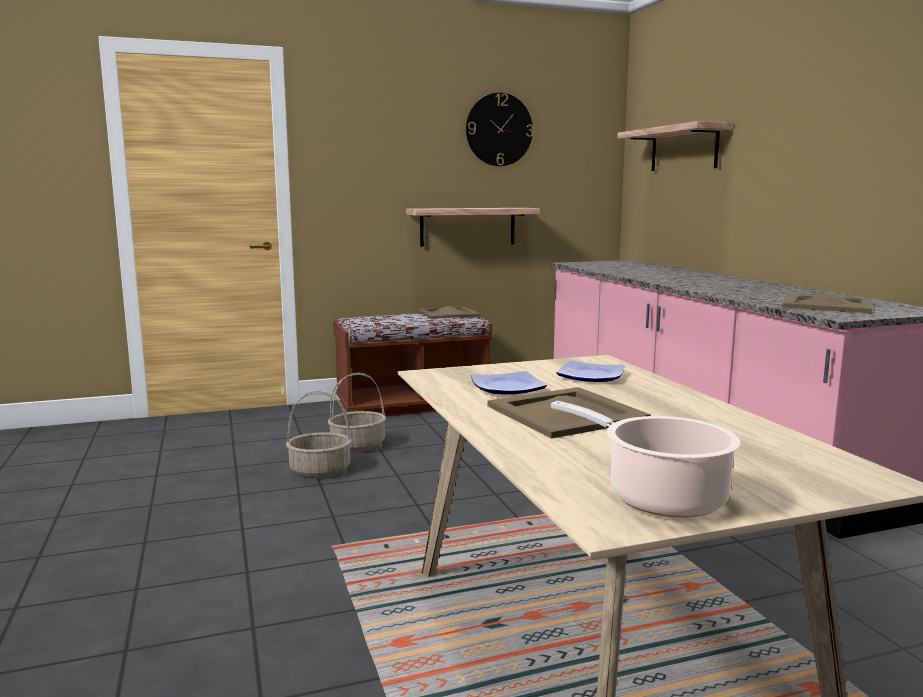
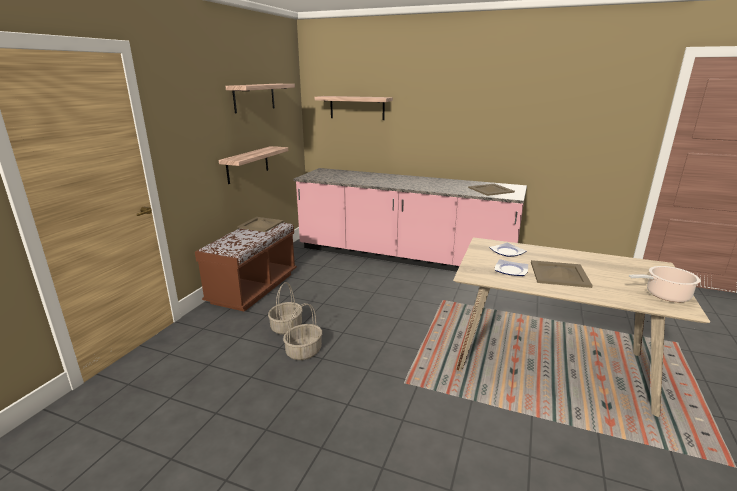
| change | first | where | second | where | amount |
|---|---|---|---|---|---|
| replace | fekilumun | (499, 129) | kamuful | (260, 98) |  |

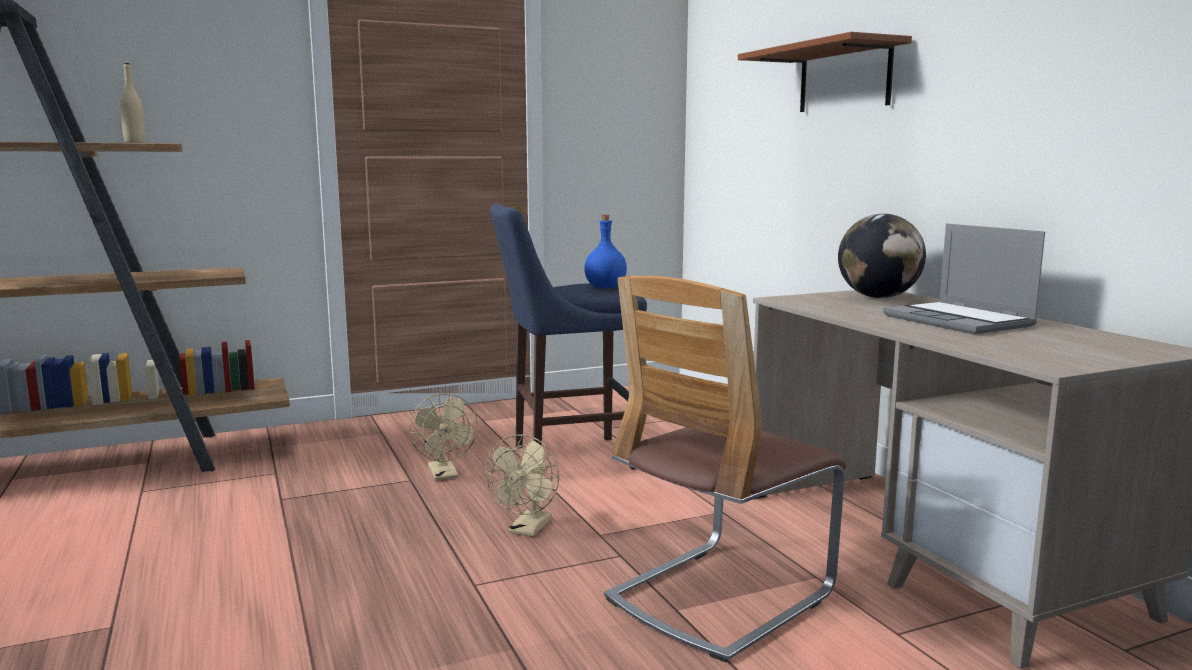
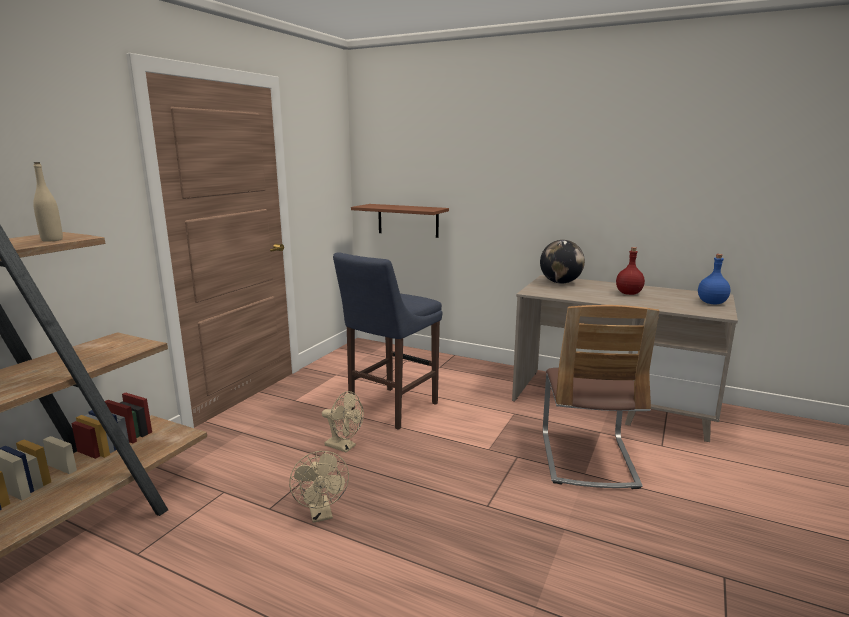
| change | first | where | second | where | amount |
|---|---|---|---|---|---|
| move | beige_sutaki | (522, 485) |  | (319, 487) |  |
| move | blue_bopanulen | (605, 251) |  | (714, 279) |  |
| move | brown_kamuful | (825, 72) |  | (400, 221) |  |
| replace | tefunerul | (964, 279) | red_bopanulen | (630, 271) |  |

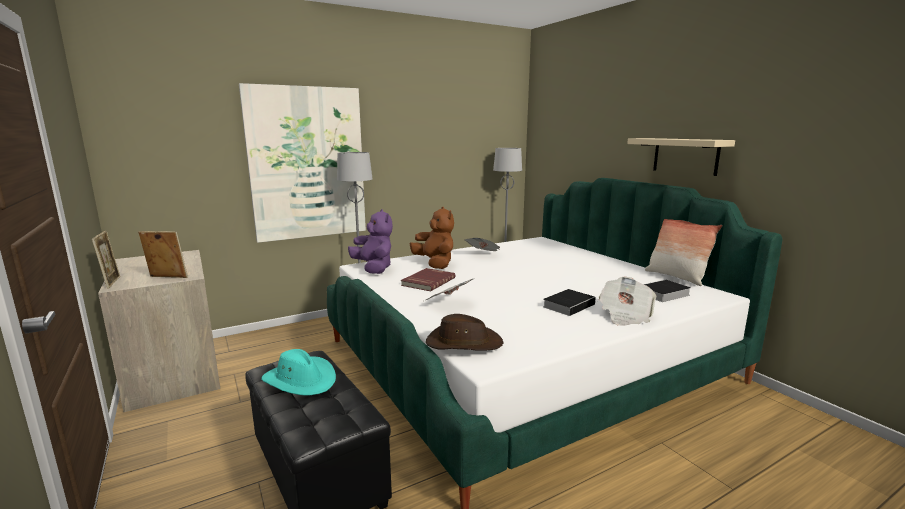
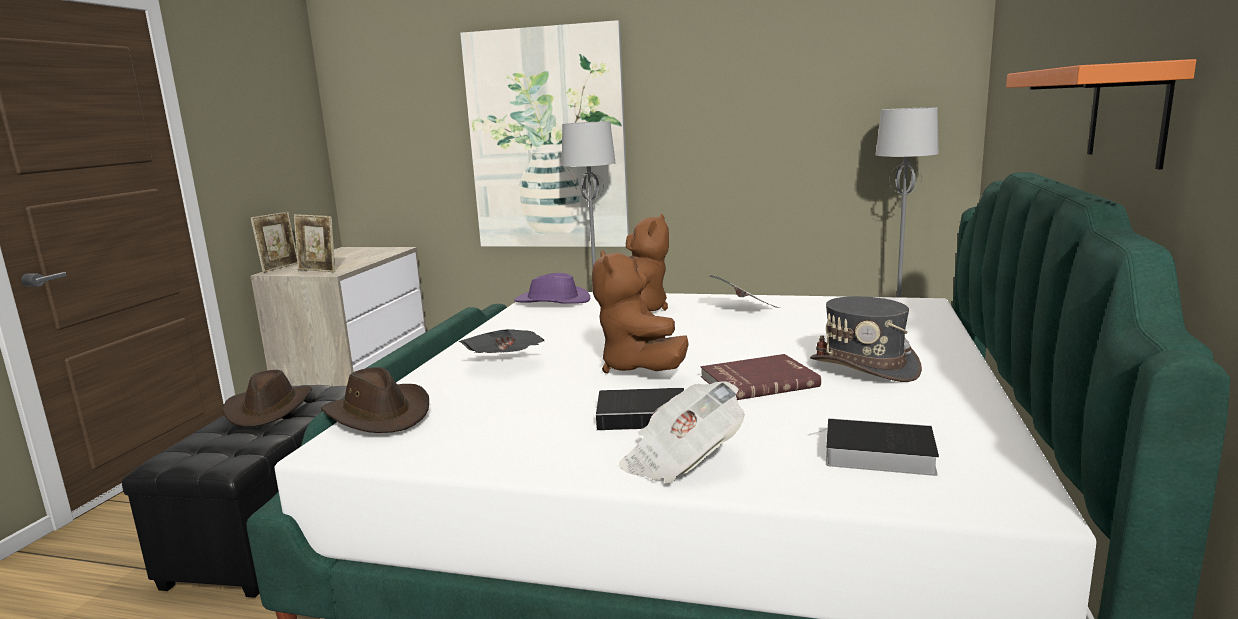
| change | first | where | second | where | amount |
|---|---|---|---|---|---|
| rotate | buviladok | (163, 254) |  | (314, 243) | 150 degrees clockwise |
| recolor | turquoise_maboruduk | (298, 372) | brown_maboruduk | (267, 398) |  |
| replace | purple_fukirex | (370, 241) | purple_maboruduk | (552, 288) |  |
| move | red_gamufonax | (428, 279) |  | (761, 377) |  |
| recolor | beige_kamuful | (681, 157) | orange_kamuful | (1101, 114) |  |
| delete | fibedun | (684, 252) |  |  |  |
| insert |  |  | brown_fukirex | (640, 311) |  |
| insert |  |  | grey_maboruduk | (866, 339) |  |

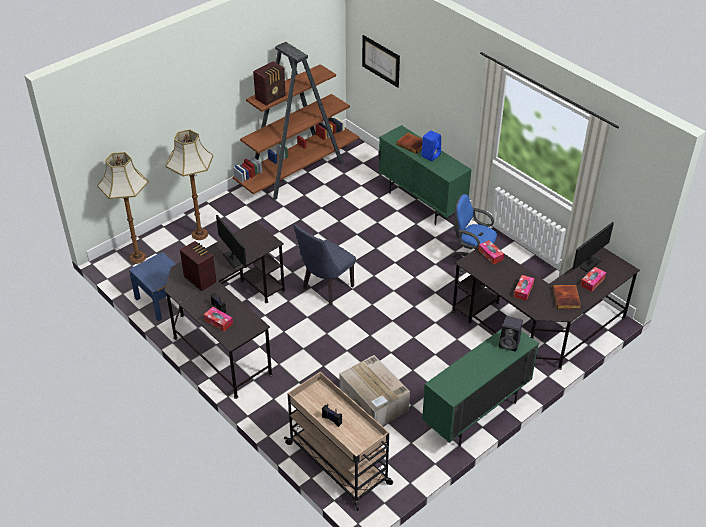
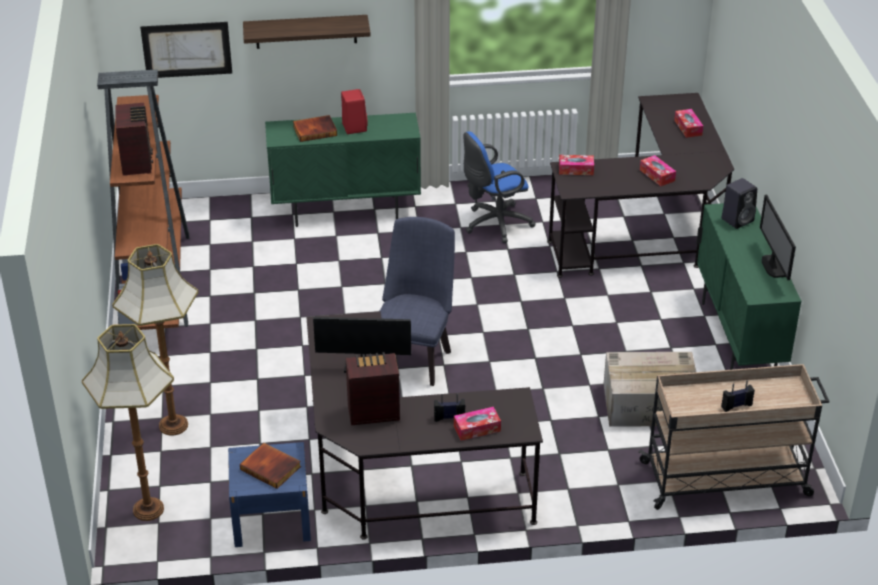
| change | first | where | second | where | amount |
|---|---|---|---|---|---|
| rotate | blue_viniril | (325, 264) |  | (417, 301) | 150 degrees counterclockwise |
| recolor | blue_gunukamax | (431, 145) | red_gunukamax | (354, 111) |  |
| move | gamufonax | (566, 297) |  | (270, 466) |  |
| move | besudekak | (593, 247) |  | (778, 237) |  |
| insert |  |  | kamuful | (307, 32) |  |

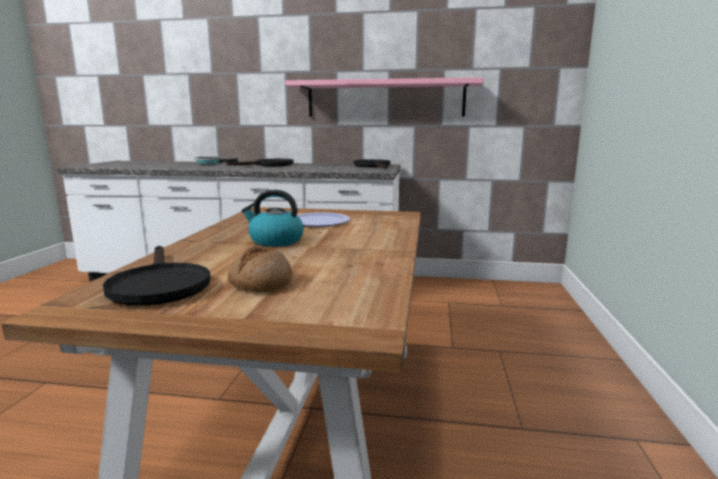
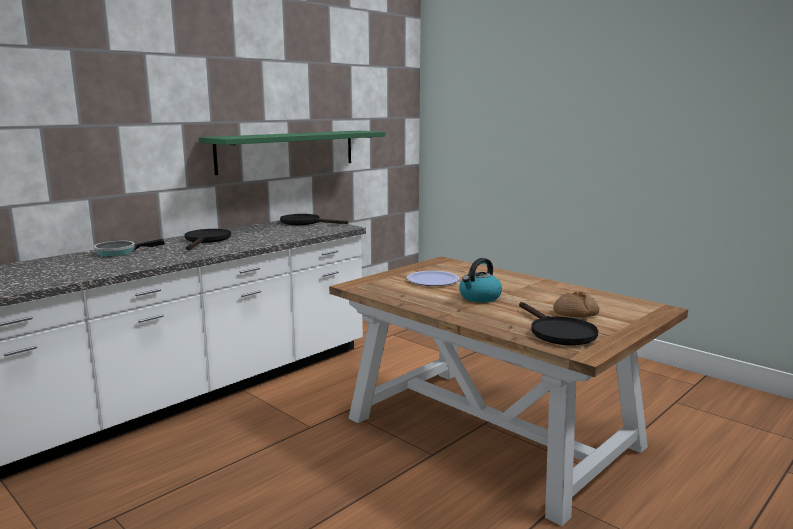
| change | first | where | second | where | amount |
|---|---|---|---|---|---|
| rotate | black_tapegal | (156, 276) |  | (558, 323) | 60 degrees clockwise |
| recolor | pink_kamuful | (384, 97) | green_kamuful | (292, 153) |  |

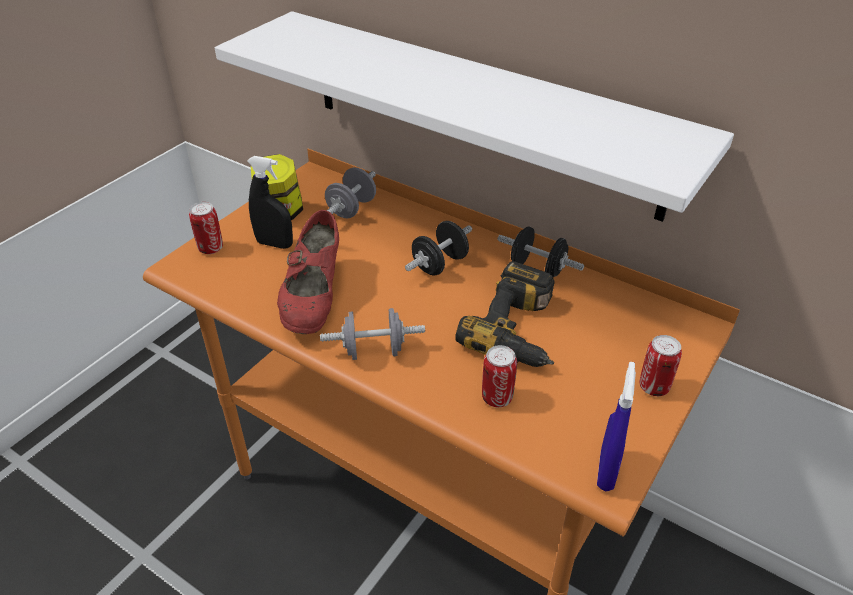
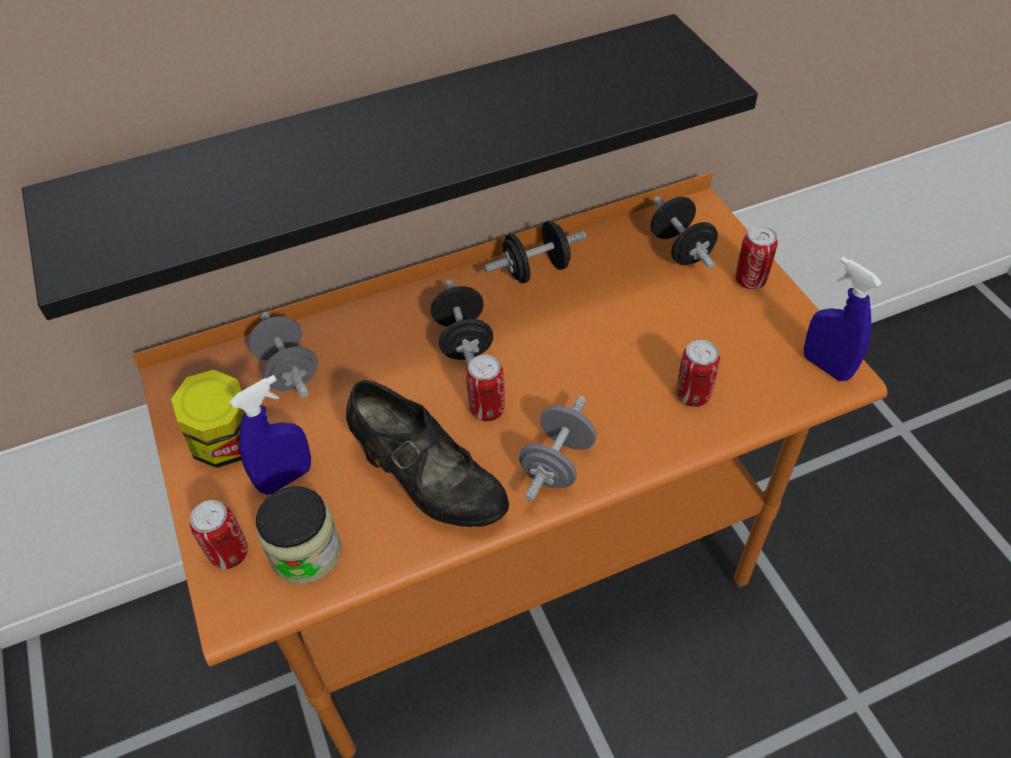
| change | first | where | second | where | amount |
|---|---|---|---|---|---|
| recolor | white_kamuful | (474, 116) | black_kamuful | (390, 167) |  |
| recolor | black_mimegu | (270, 202) | blue_mimegu | (270, 435) |  |
| recolor | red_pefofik | (308, 272) | black_pefofik | (427, 453) |  |
| delete | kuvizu | (505, 314) |  |  |  |
| insert |  |  | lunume | (298, 535) |  |
| insert |  |  | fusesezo | (485, 388) |  |
| insert |  |  | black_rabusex | (684, 232) |  |

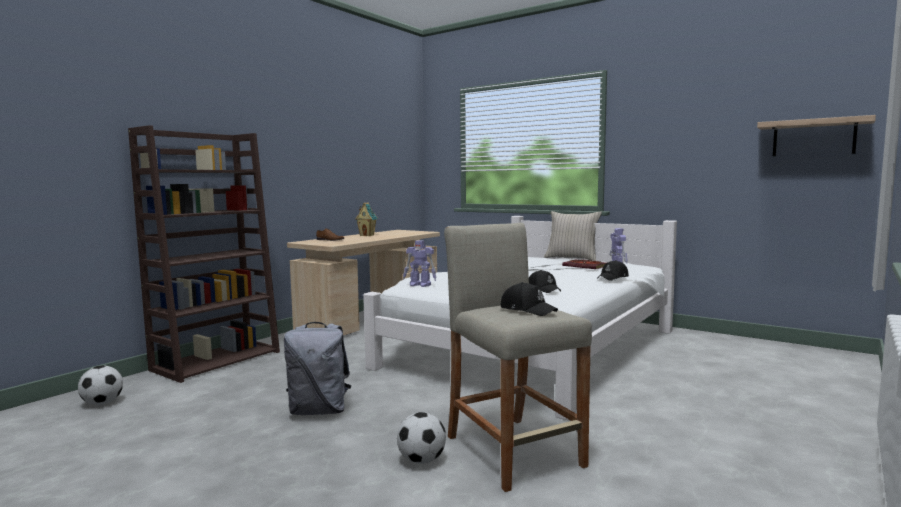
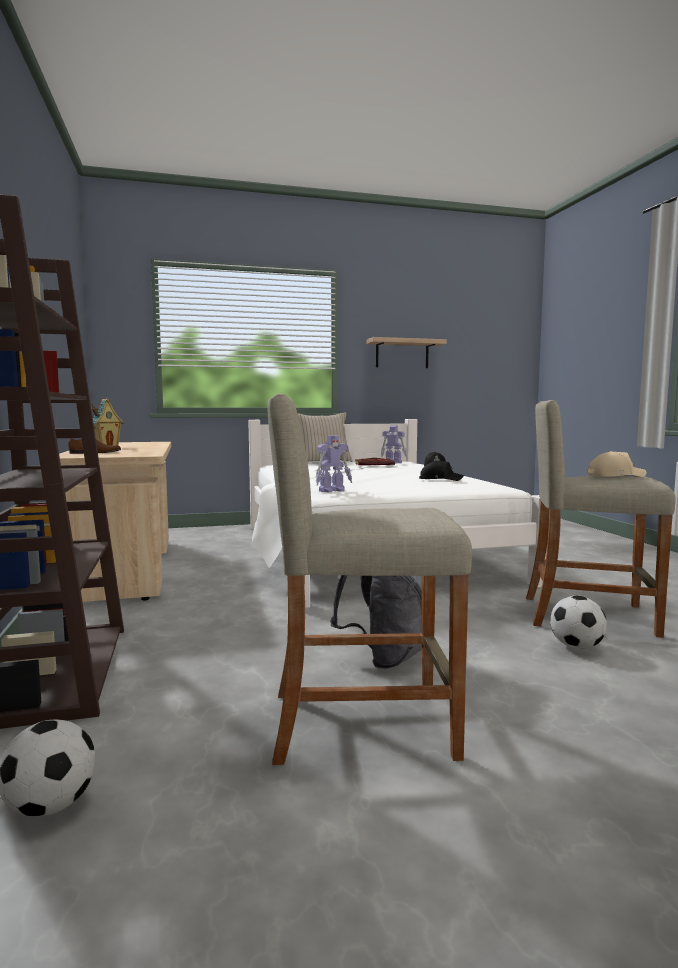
| change | first | where | second | where | amount |
|---|---|---|---|---|---|
| recolor | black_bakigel | (529, 299) | beige_bakigel | (616, 464) |  |
| move | kamuful | (816, 135) |  | (406, 352) |  |
| insert |  |  | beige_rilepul | (370, 579) |  |

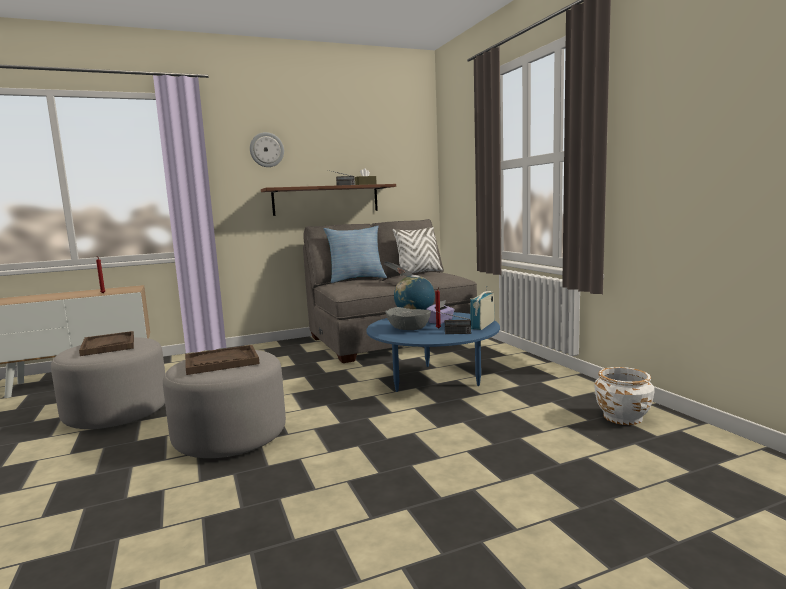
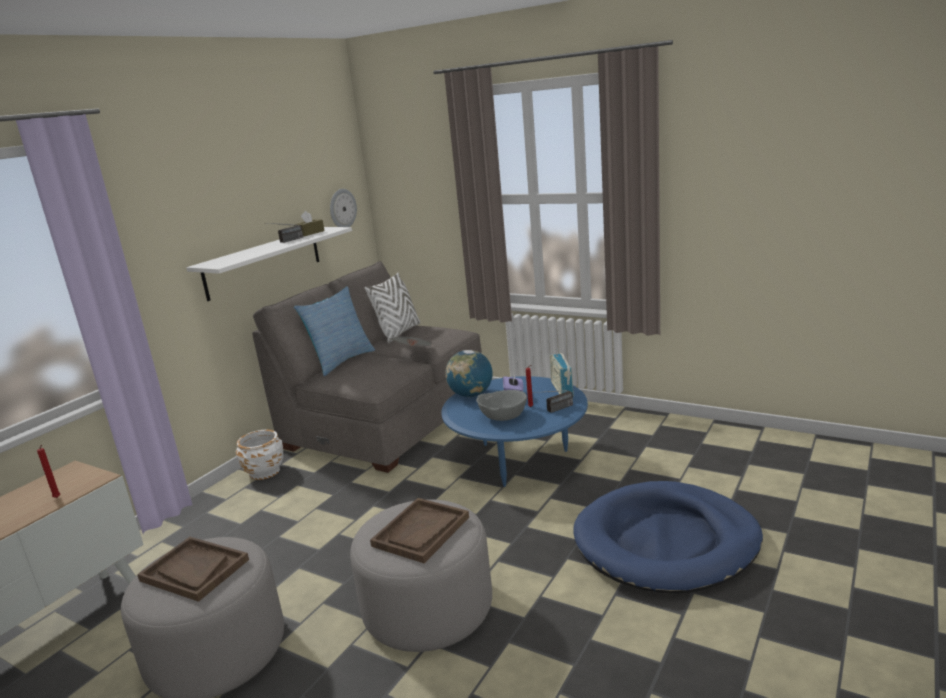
| change | first | where | second | where | amount |
|---|---|---|---|---|---|
| move | fekilumun | (267, 149) |  | (343, 208) |  |
| recolor | brown_kamuful | (328, 200) | white_kamuful | (269, 264) |  |
| move | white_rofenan | (624, 396) |  | (259, 454) |  |
| insert |  |  | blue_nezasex | (668, 537) |  |

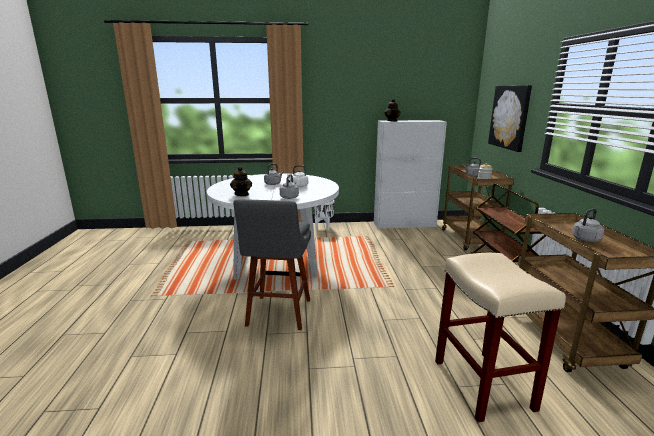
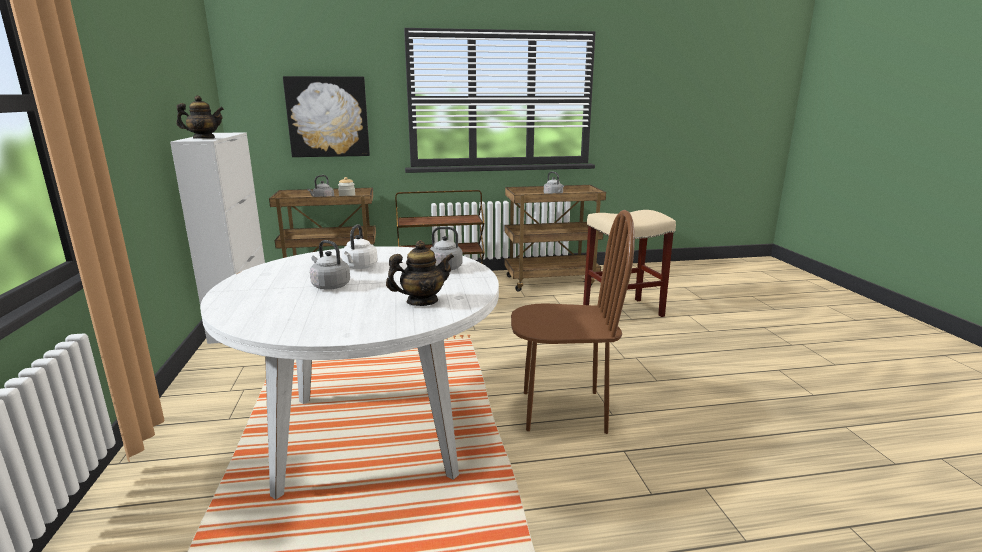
| change | first | where | second | where | amount |
|---|---|---|---|---|---|
| replace | grey_rilepul | (272, 264) | brown_viniril | (573, 322) |  |
| delete | white_rofenan | (324, 215) |  |  |  |

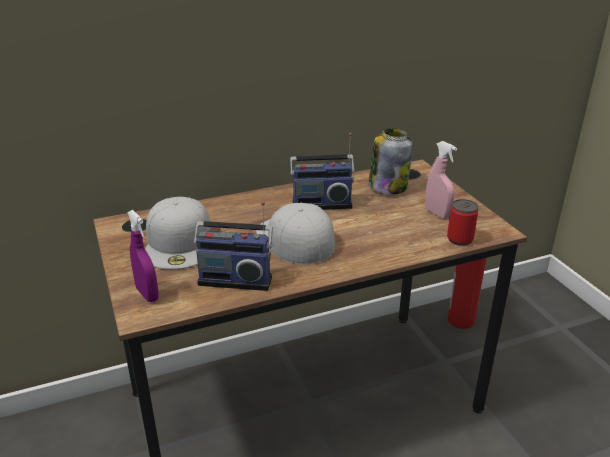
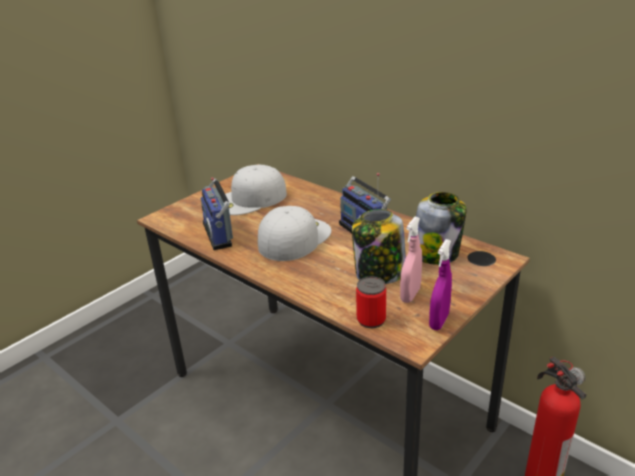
| change | first | where | second | where | amount |
|---|---|---|---|---|---|
| move | purple_mimegu | (143, 256) |  | (440, 284) |  |
| insert |  |  | lunume | (379, 246) |  |

